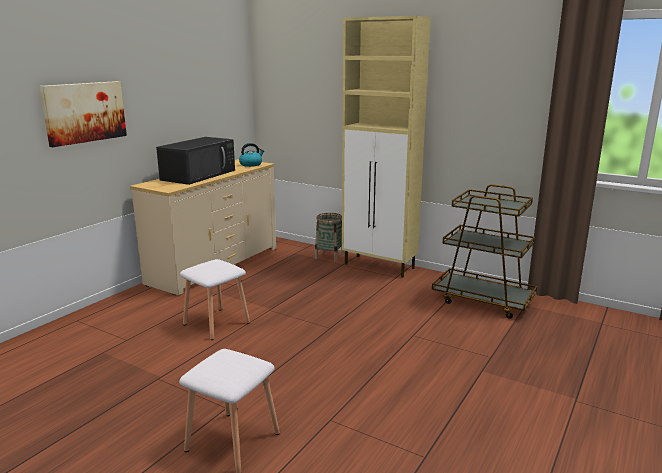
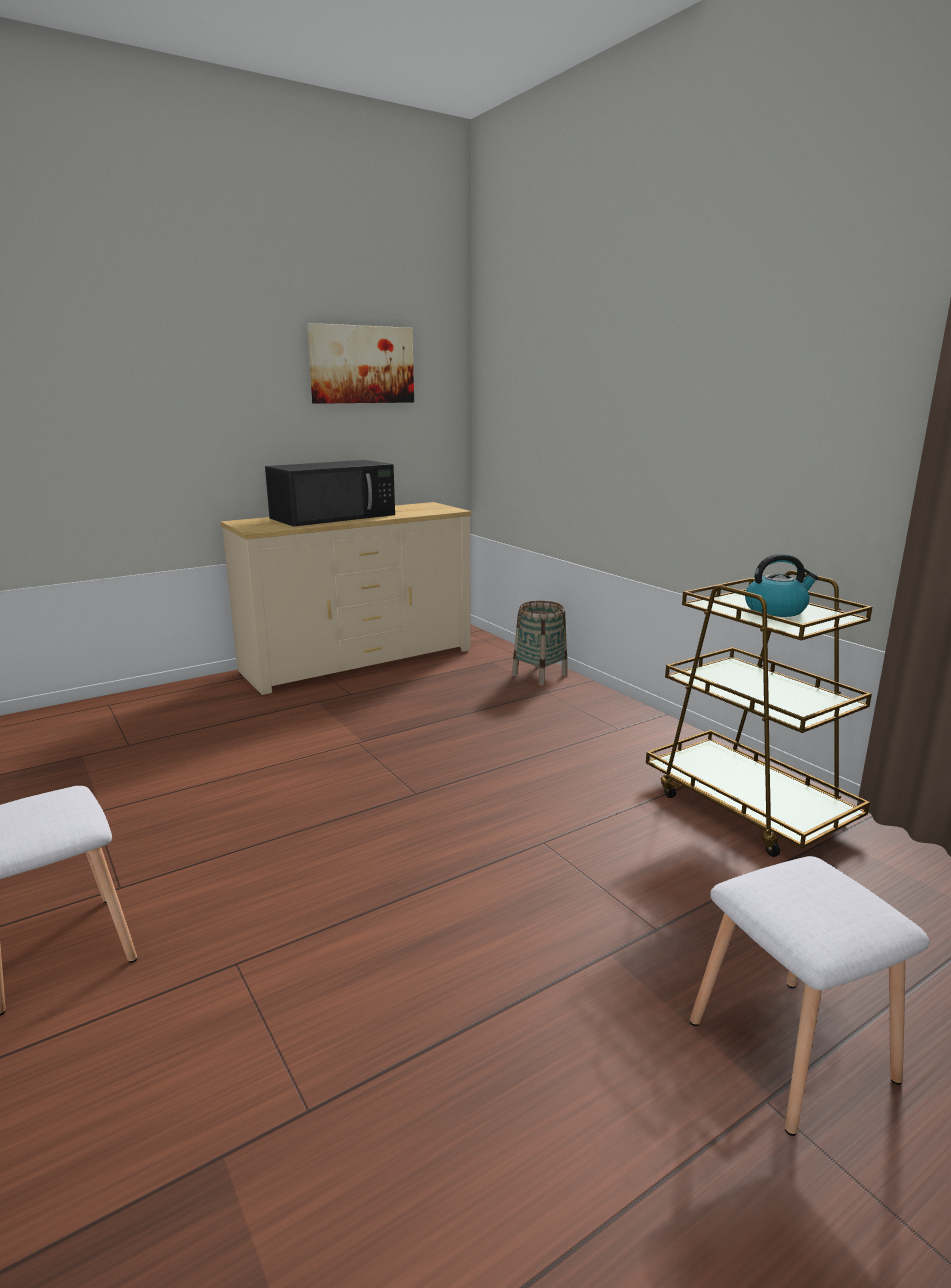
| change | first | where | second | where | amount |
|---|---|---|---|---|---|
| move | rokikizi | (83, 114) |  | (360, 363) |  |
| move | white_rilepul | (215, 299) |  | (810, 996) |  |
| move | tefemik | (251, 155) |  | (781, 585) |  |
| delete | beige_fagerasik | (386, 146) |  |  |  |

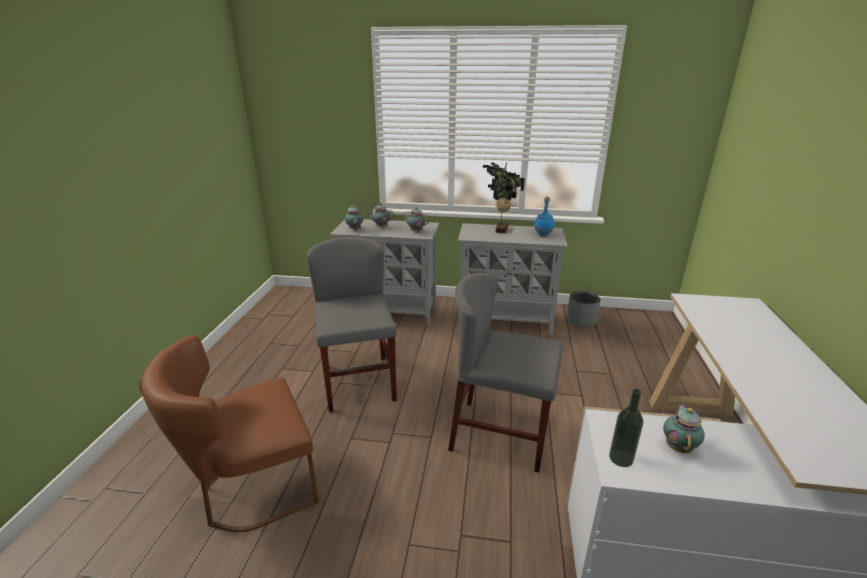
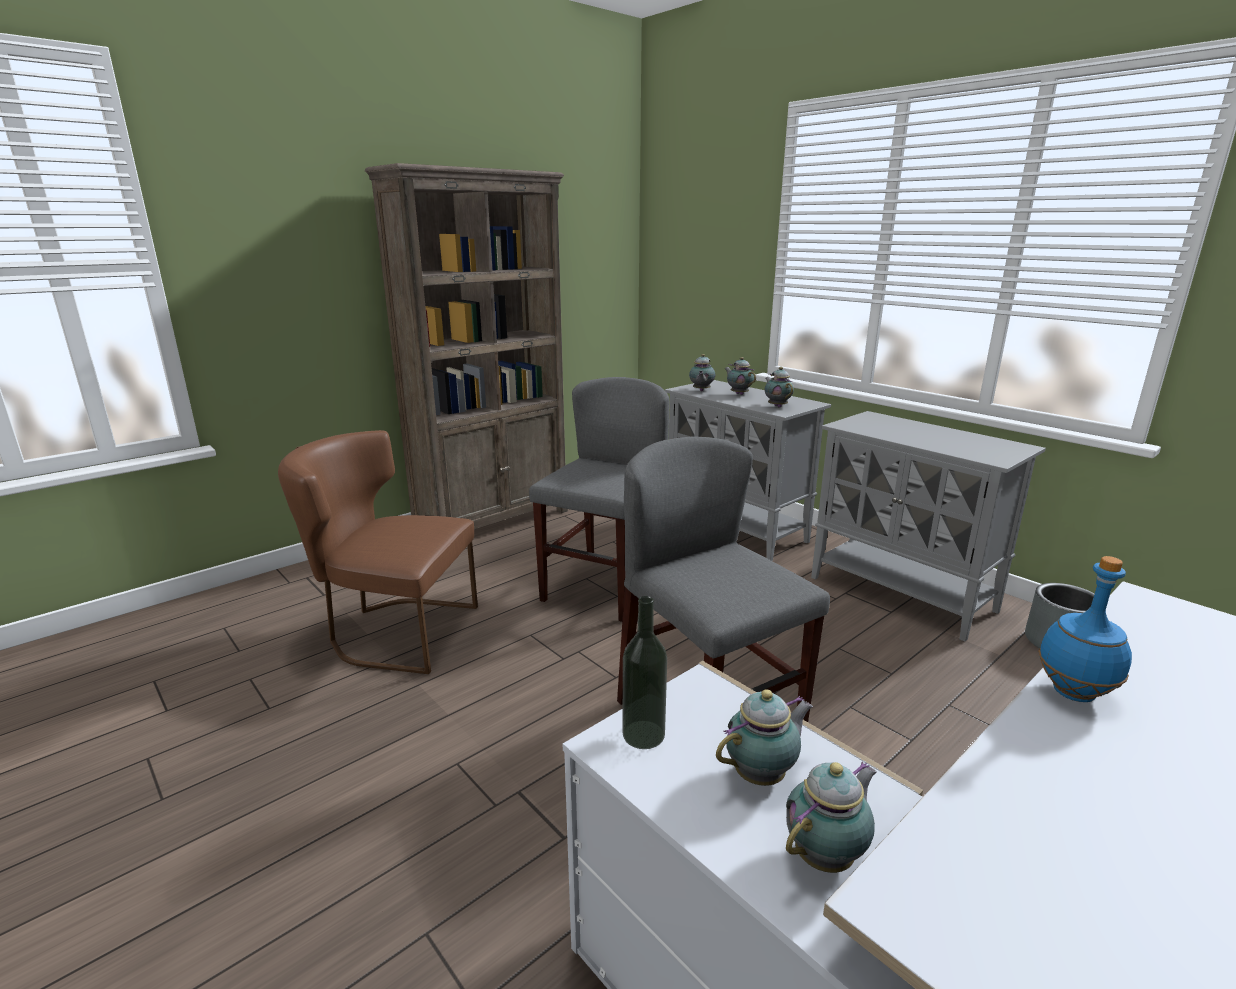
| change | first | where | second | where | amount |
|---|---|---|---|---|---|
| delete | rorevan | (504, 197) |  |  |  |
| move | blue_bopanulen | (544, 216) |  | (1085, 629) |  |
| insert |  |  | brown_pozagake | (466, 346) |  |
| insert |  |  | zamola | (831, 817) |  |

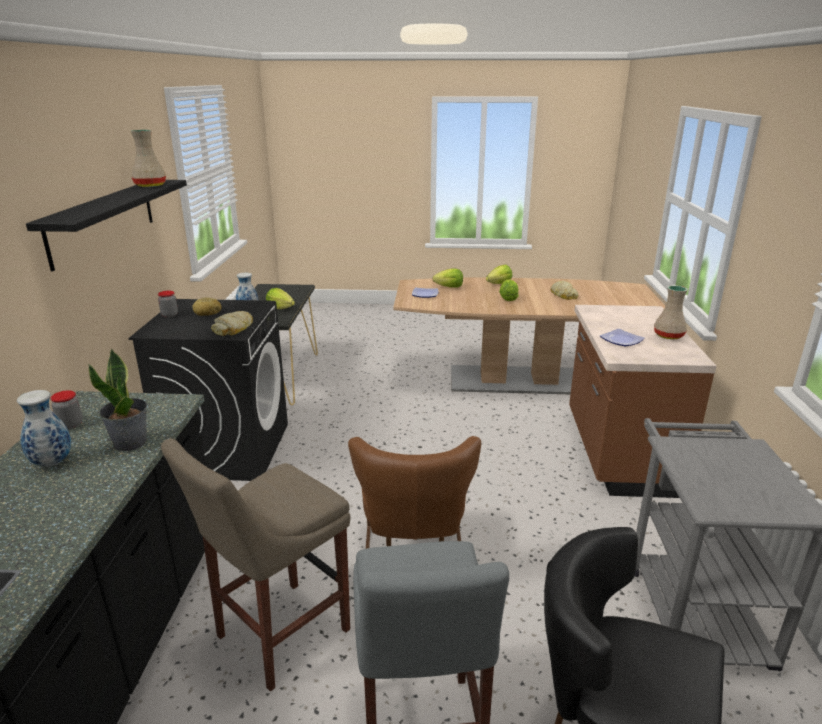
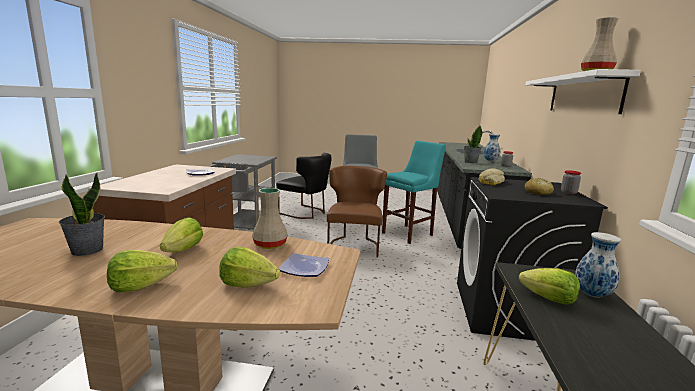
| change | first | where | second | where | amount |
|---|---|---|---|---|---|
| recolor | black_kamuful | (106, 225) | white_kamuful | (583, 91) |  |
| recolor | beige_rilepul | (256, 565) | turquoise_rilepul | (414, 192) |  |
| replace | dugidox | (564, 290) | rorevan | (82, 214) |  |
| move | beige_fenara | (671, 312) |  | (270, 218) |  |

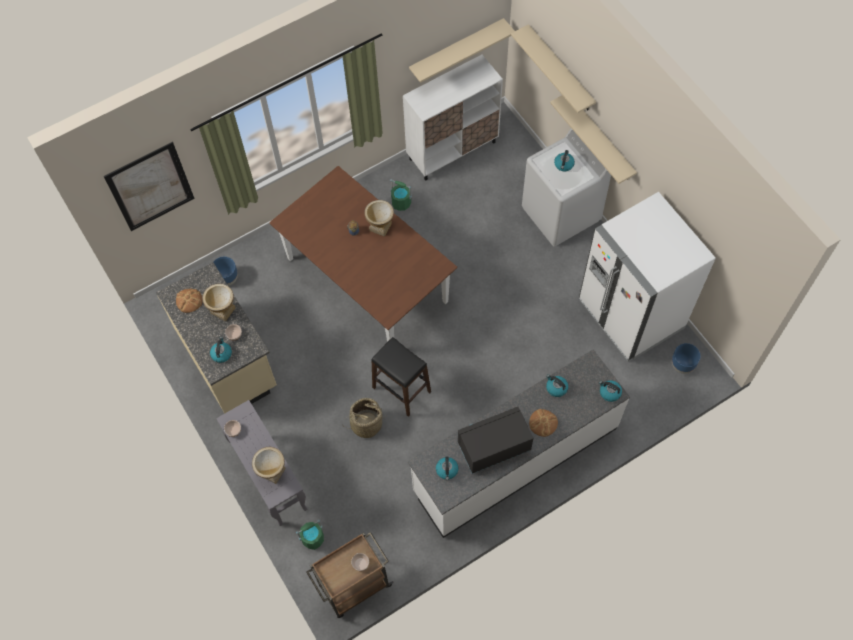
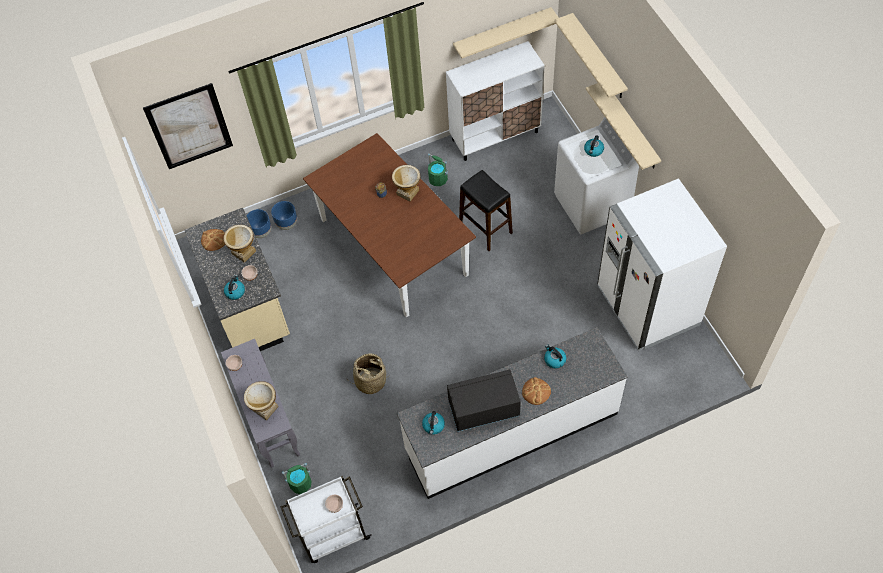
| change | first | where | second | where | amount |
|---|---|---|---|---|---|
| recolor | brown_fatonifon | (350, 575) | white_fatonifon | (326, 519) |  |
| move | black_rilepul | (401, 377) |  | (486, 210) |  |
| delete | tefemik | (610, 391) |  |  |  |
| move | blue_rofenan | (686, 358) |  | (284, 215) |  |

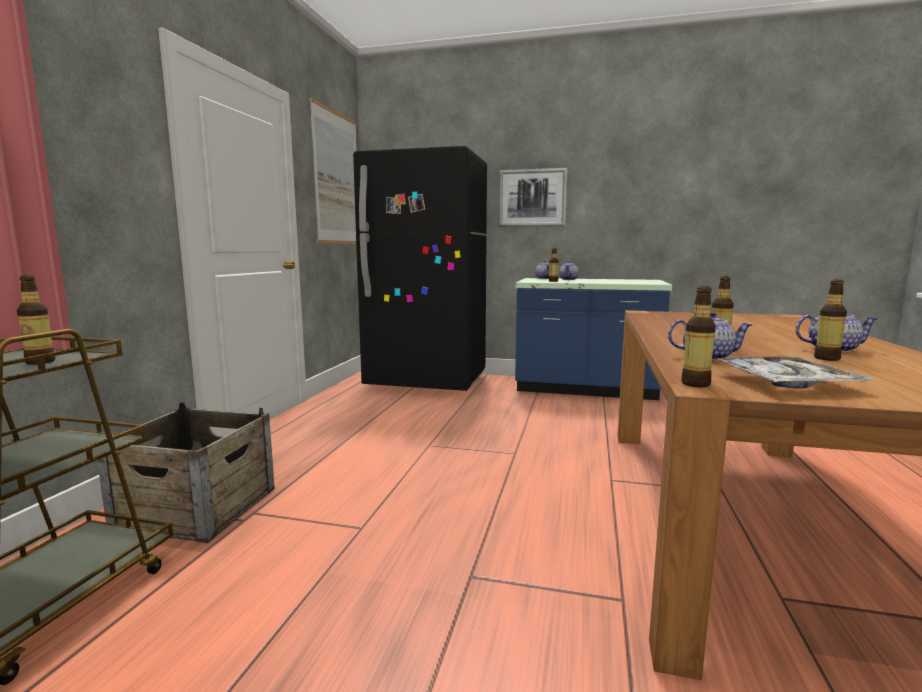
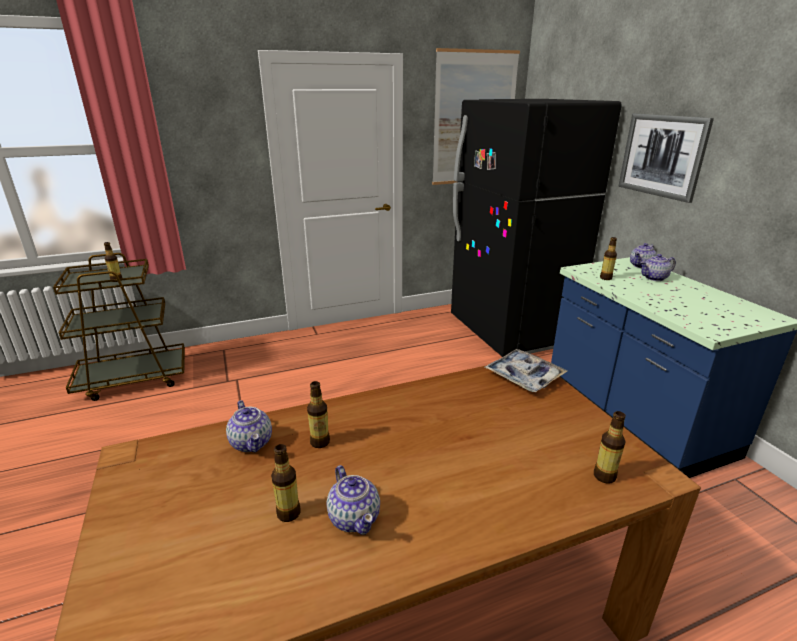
| change | first | where | second | where | amount |
|---|---|---|---|---|---|
| delete | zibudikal | (186, 472) |  |  |  |
| move | bopanulen | (698, 336) |  | (610, 447) |  |
| move | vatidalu | (793, 372) |  | (526, 370) |  |

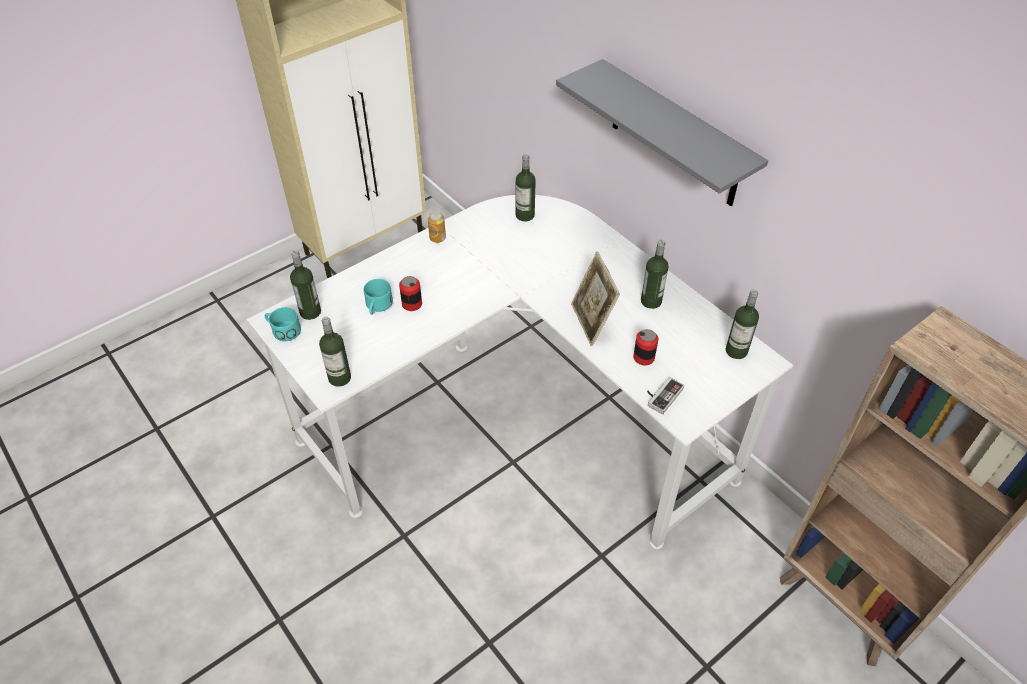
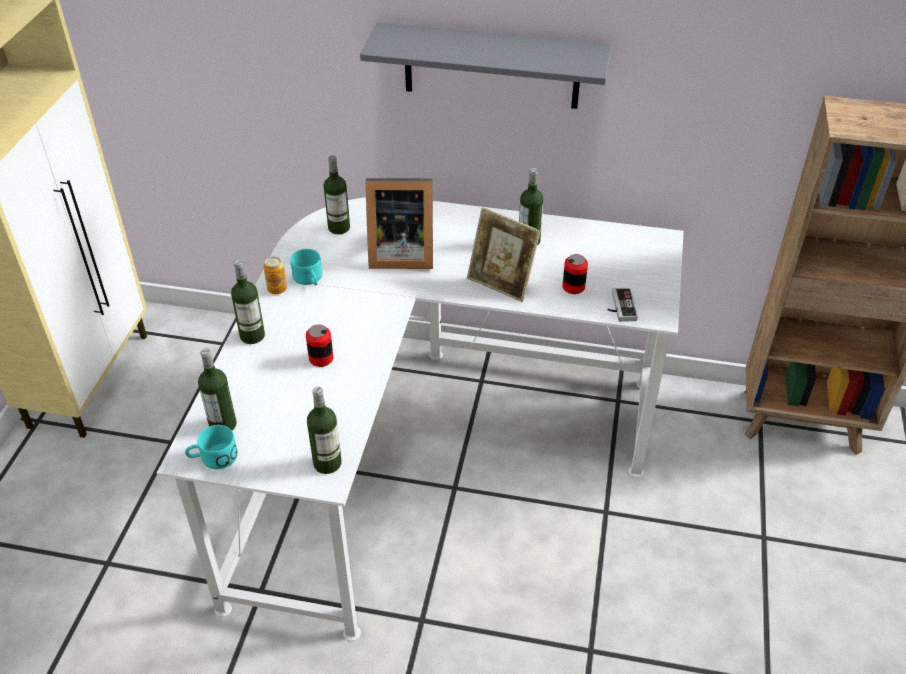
| change | first | where | second | where | amount |
|---|---|---|---|---|---|
| move | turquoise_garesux | (378, 297) |  | (306, 267) |  |
| move | bopanulen | (742, 324) |  | (248, 302) |  |
| insert |  |  | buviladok | (399, 223) |  |

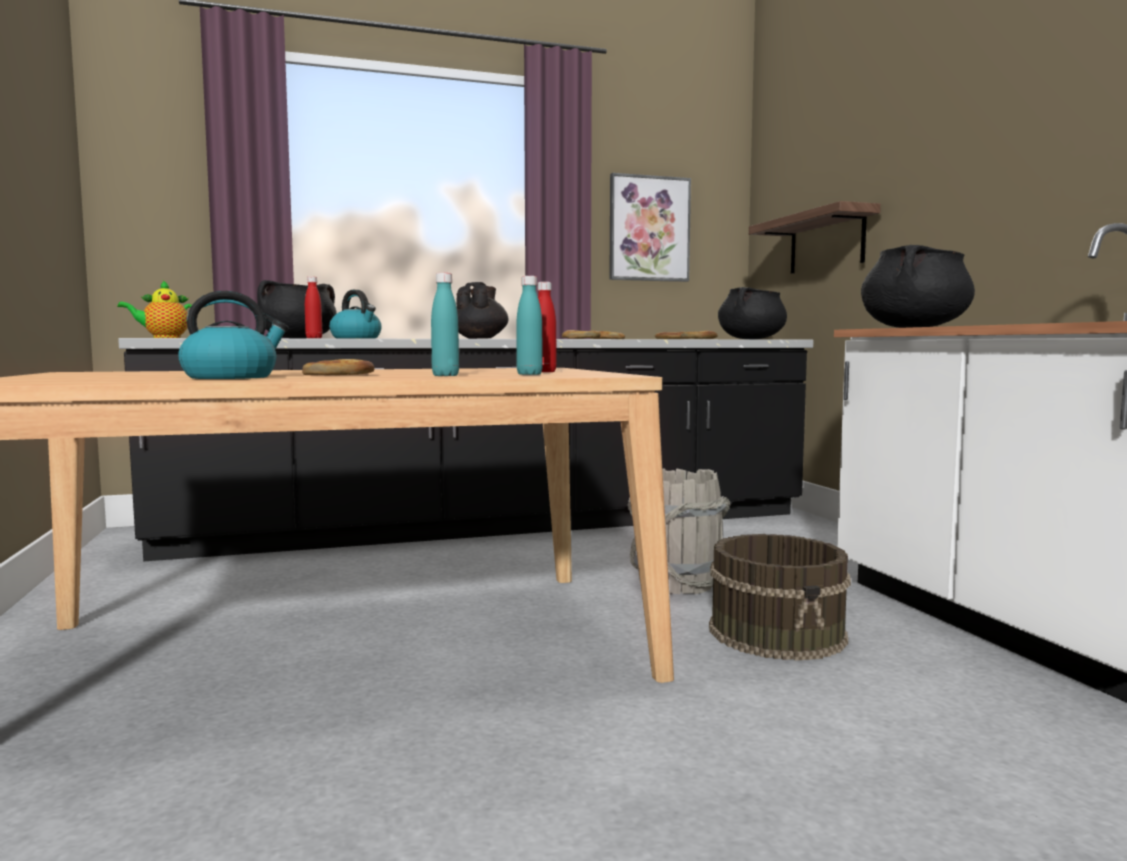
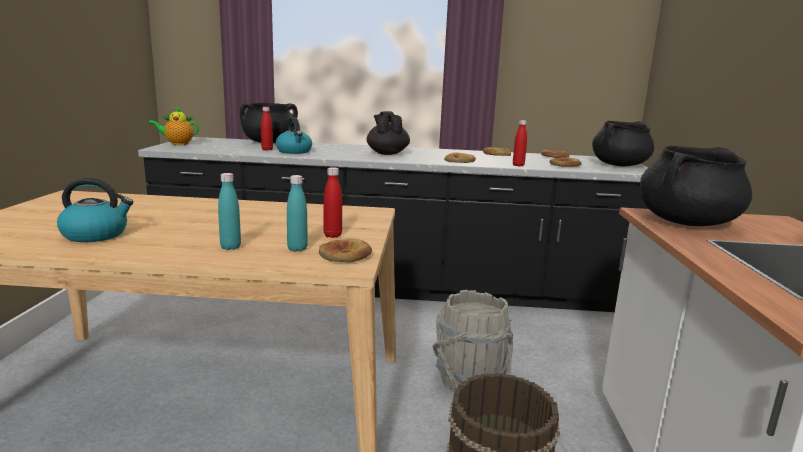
| change | first | where | second | where | amount |
|---|---|---|---|---|---|
| move | dugidox | (338, 367) |  | (345, 250) |  |
| rotate | black_zamola | (482, 310) |  | (388, 133) | 45 degrees counterclockwise |
| delete | rokikizi | (650, 227) |  |  |  |
| delete | kamuful | (815, 237) |  |  |  |
| insert |  |  | red_bopanulen | (520, 143) |  |

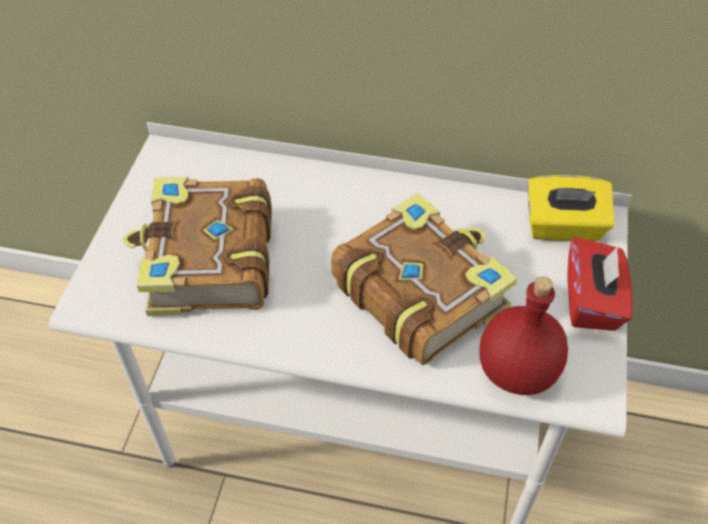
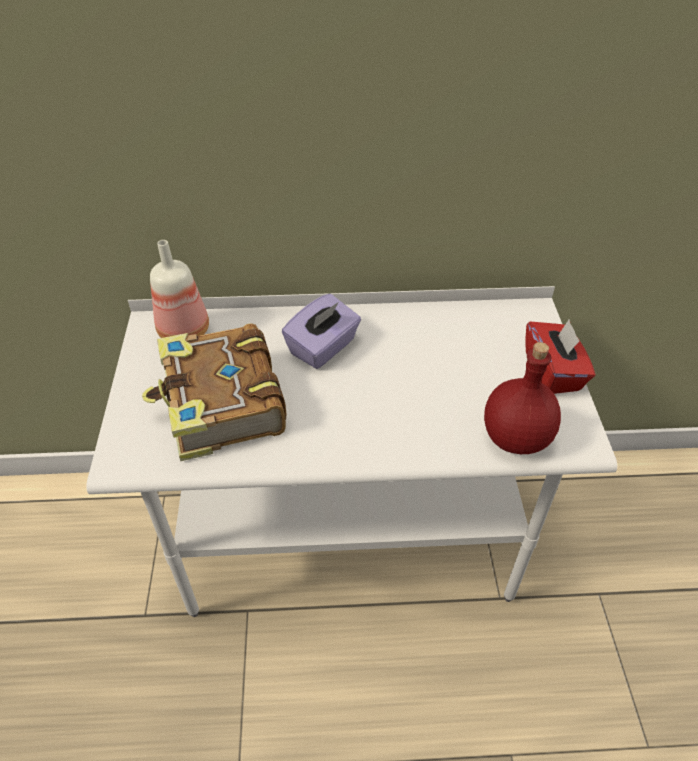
| change | first | where | second | where | amount |
|---|---|---|---|---|---|
| delete | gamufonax | (424, 279) |  |  |  |
| delete | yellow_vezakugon | (571, 208) |  |  |  |
| insert |  |  | bopanulen | (179, 289) |  |
| insert |  |  | purple_vezakugon | (321, 331) |  |

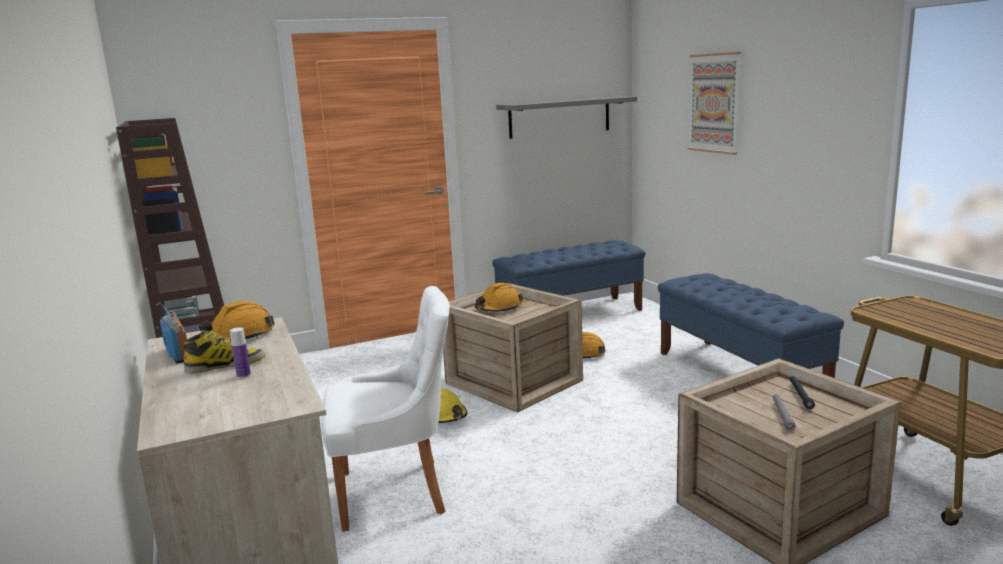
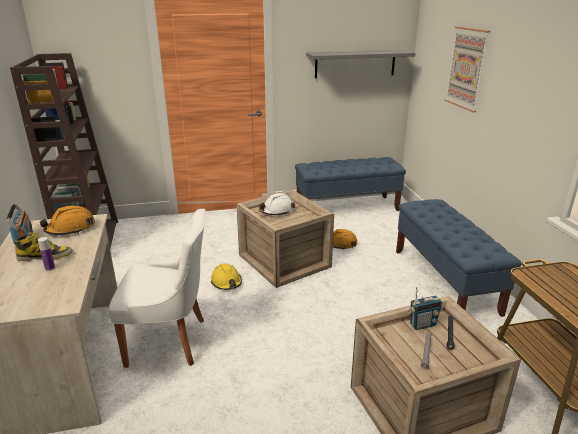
| change | first | where | second | where | amount |
|---|---|---|---|---|---|
| recolor | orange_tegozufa | (499, 297) | white_tegozufa | (277, 204) |  |
| insert |  |  | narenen | (424, 308) |  |

